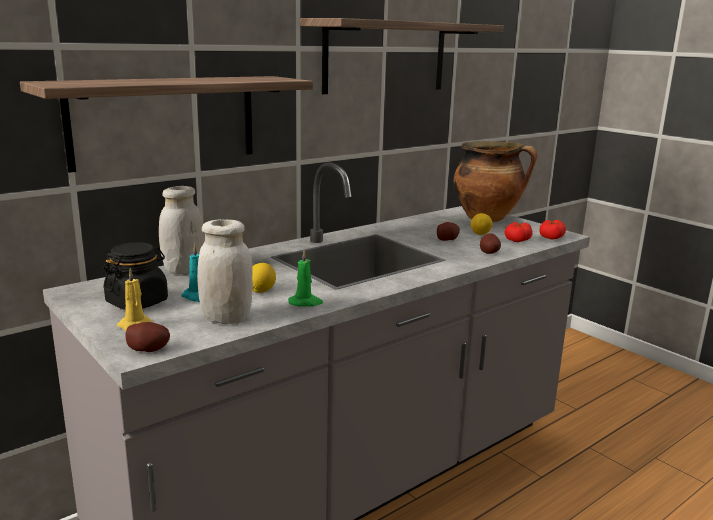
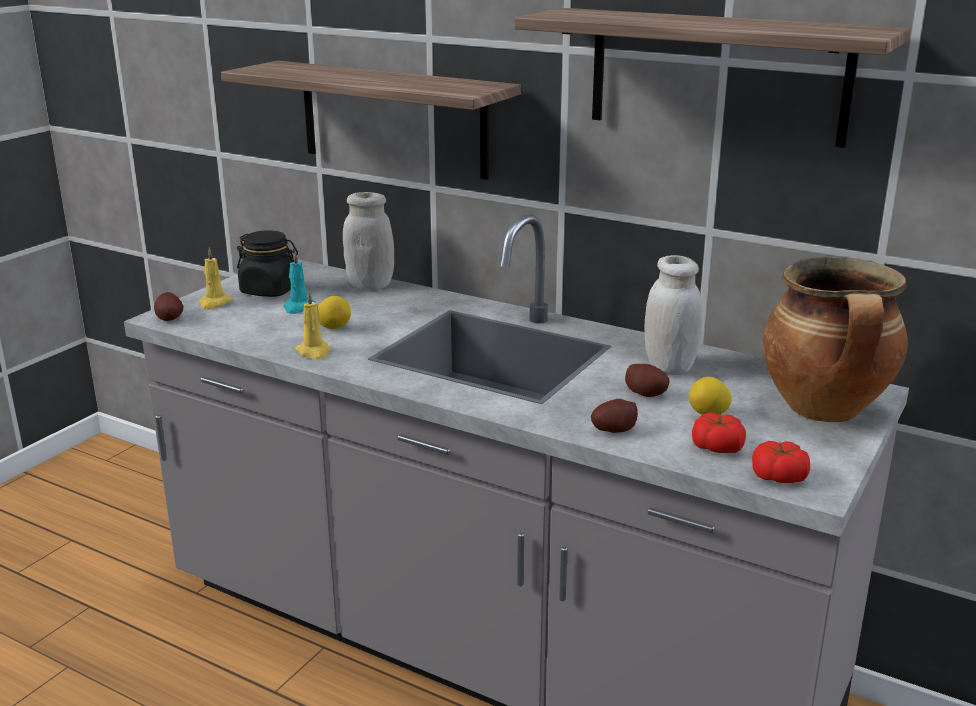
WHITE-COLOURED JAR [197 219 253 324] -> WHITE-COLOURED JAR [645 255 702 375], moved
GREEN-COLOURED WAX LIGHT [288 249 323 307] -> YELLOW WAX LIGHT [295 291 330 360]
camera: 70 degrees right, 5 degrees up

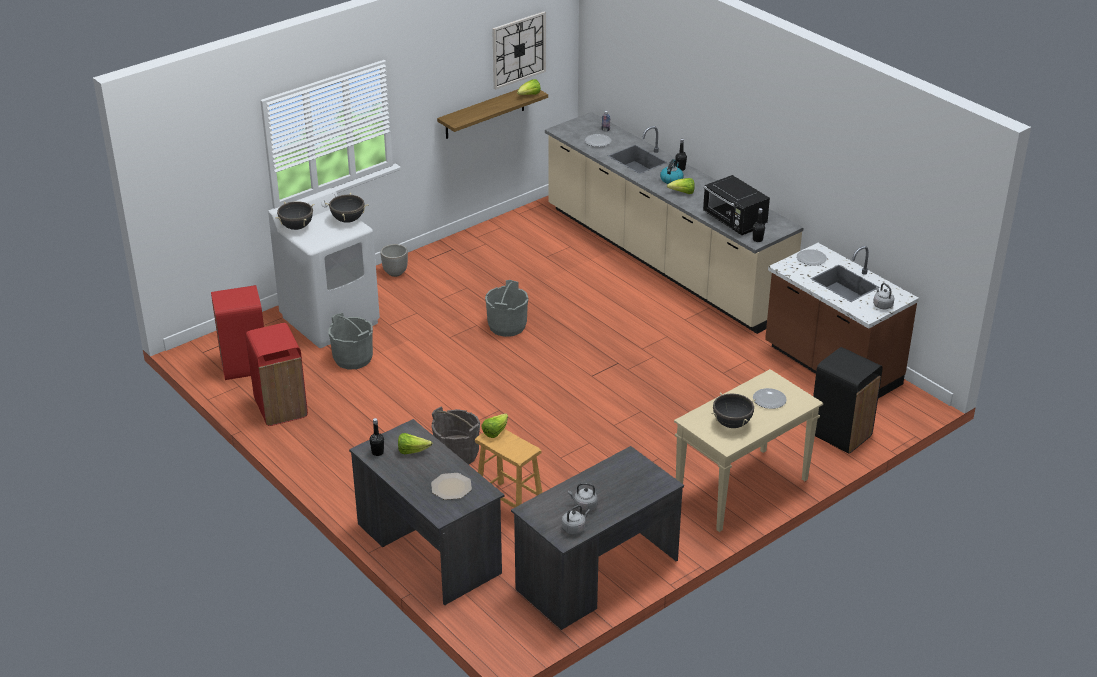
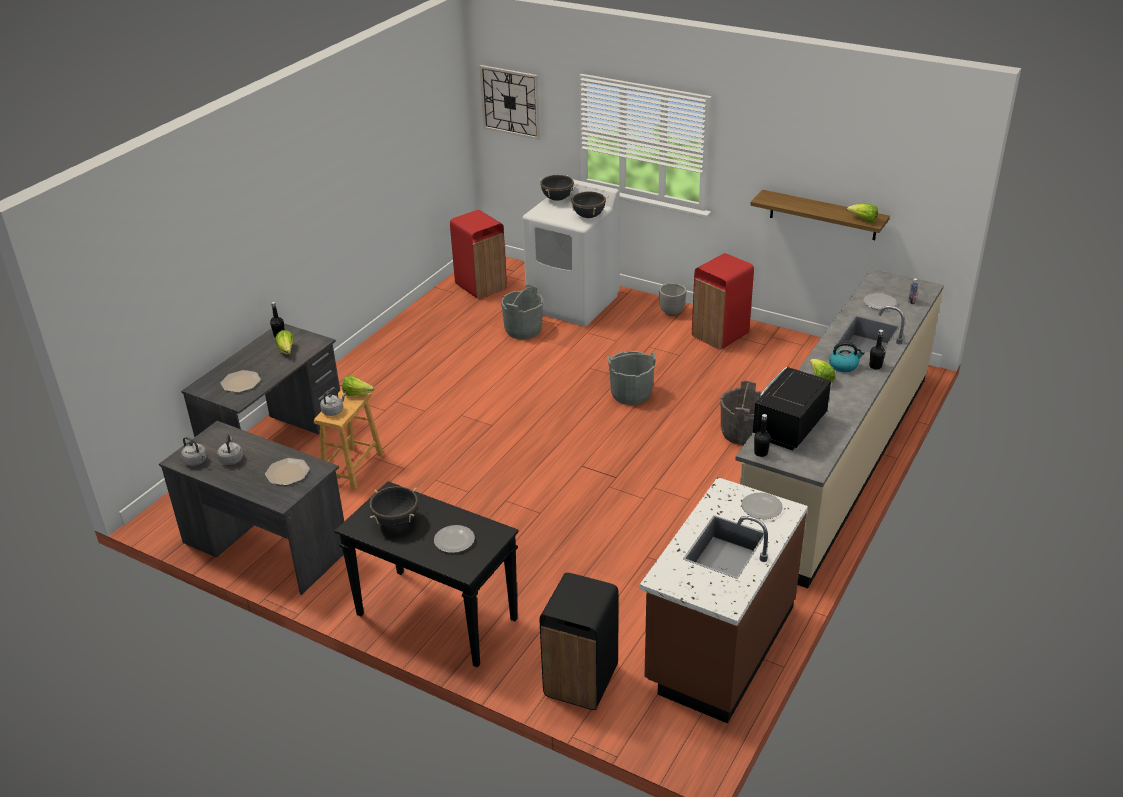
none -> DINNER PLATE [265 458 310 485]
RED TRASH CAN [246 323 308 426] -> RED TRASH CAN [692 253 754 350], moved
GREY BUCKET [432 407 480 465] -> GREY BUCKET [720 381 762 445], moved
WALL CLOCK [492 12 546 90] -> WALL CLOCK [480 65 540 140], moved
GREY WATER KETTLE [873 283 894 309] -> GREY WATER KETTLE [320 388 346 416], moved
BEIGE HALL TABLE [674 369 823 532] -> BLACKISH HALL TABLE [335 481 519 668]
camera: 70 degrees right, 0 degrees up

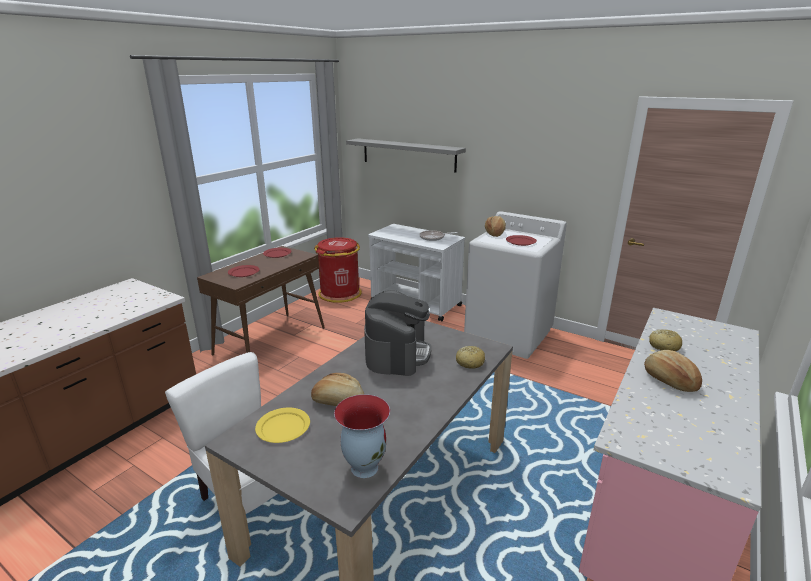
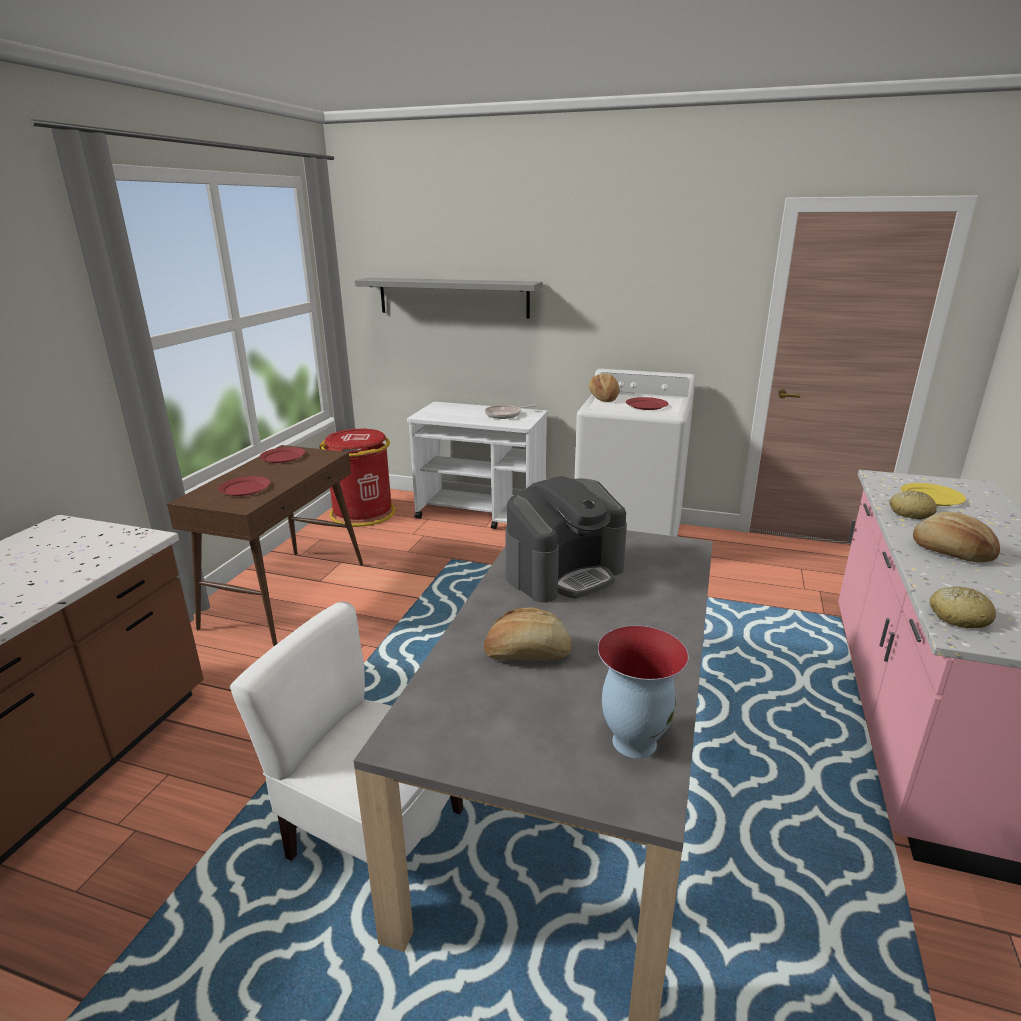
YELLOW DINNER PLATE [255 407 310 443] -> YELLOW DINNER PLATE [901 483 966 506], moved
BAKED BREAD [456 346 485 369] -> BAKED BREAD [930 586 996 628], moved
COFFEE MAKER [364 290 431 376] -> COFFEE MAKER [505 476 627 603], 60 degrees clockwise
camera: 15 degrees left, 0 degrees up

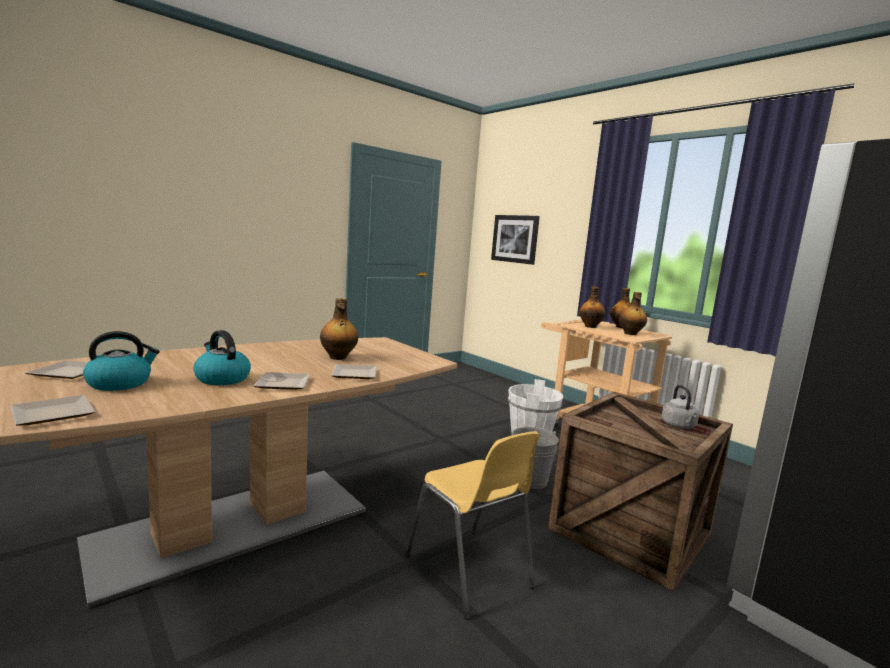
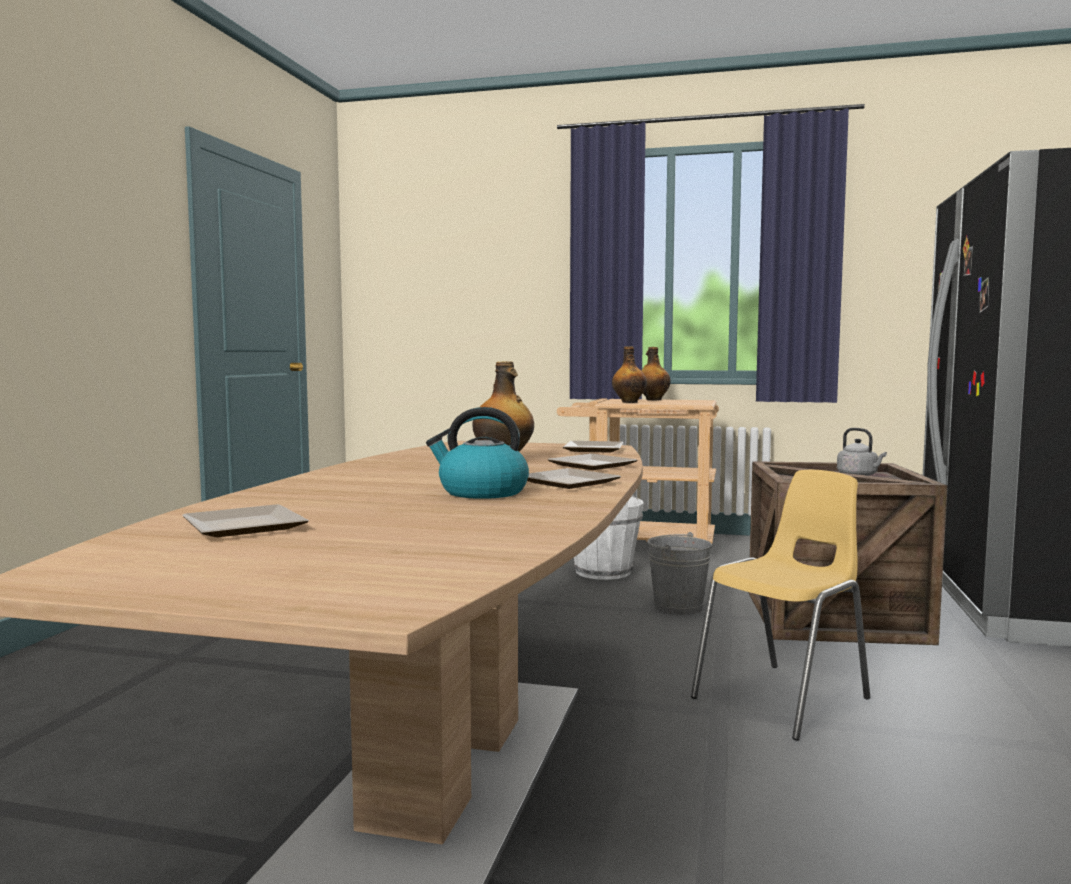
WATER KETTLE [83 331 160 391] -> none
WALL PICTURE [491 215 540 265] -> none
BOTTLE [619 292 647 335] -> none
DINNER PLATE [11 395 95 425] -> DINNER PLATE [563 441 623 453], moved
YELLOW CHAIR [406 431 540 620] -> YELLOW CHAIR [691 470 870 741], 60 degrees counterclockwise
camera: 35 degrees left, 5 degrees down

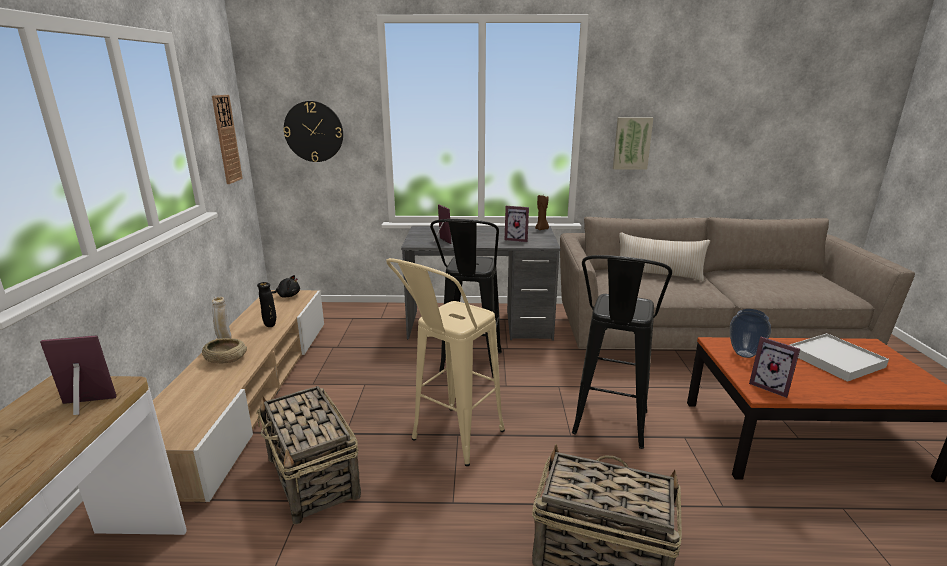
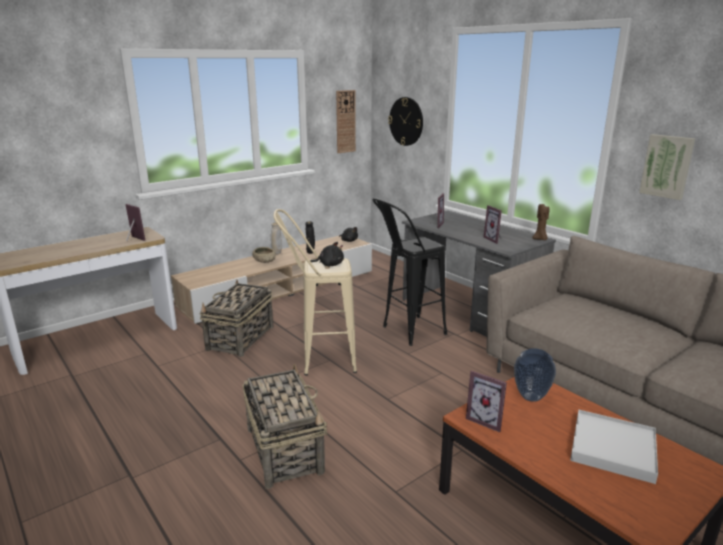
BLACKISH STOOL [572 255 672 449] -> none
BEIGE CUSHION [619 233 710 282] -> none
none -> BLACKISH PLUSH TOY [310 242 344 267]
PHOTO FRAME [749 337 800 398] -> PHOTO FRAME [466 371 507 432], 60 degrees counterclockwise
camera: 50 degrees right, 0 degrees up

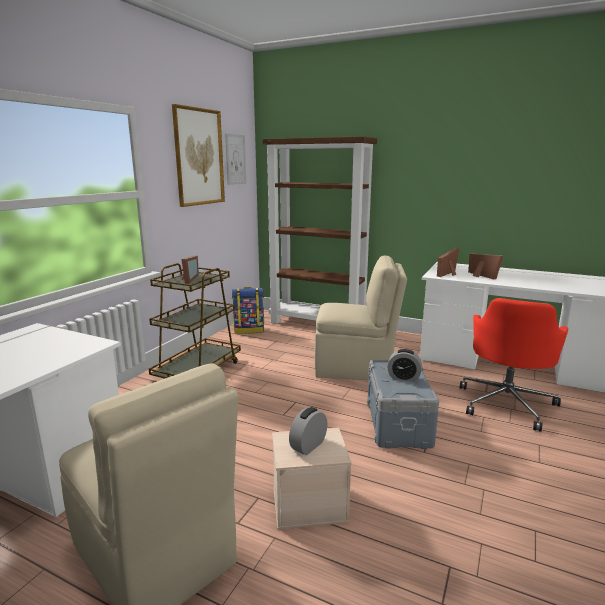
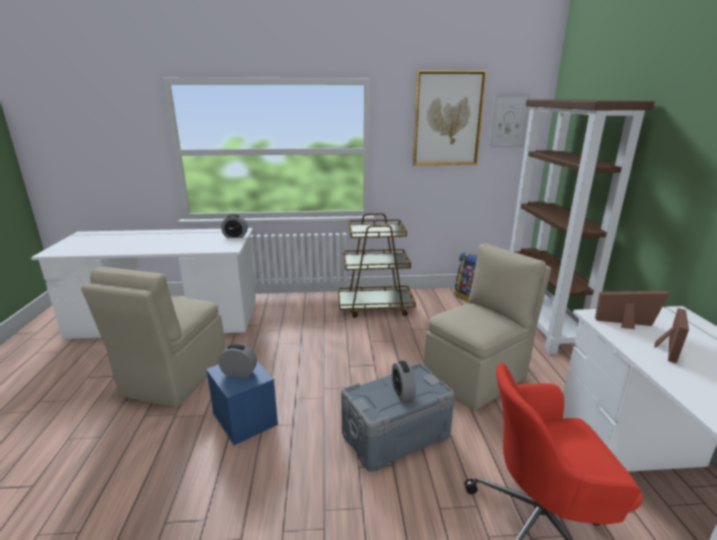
PHOTO FRAME [181 256 199 284] -> none
none -> BEDSIDE CLOCK [221 214 248 238]
BEIGE STORAGE BOX [272 428 352 530] -> BLUISH STORAGE BOX [206 361 278 445]
BEIGE CHAIR [315 255 407 380] -> BEIGE CHAIR [423 243 551 411], 105 degrees counterclockwise
camera: 60 degrees right, 5 degrees up

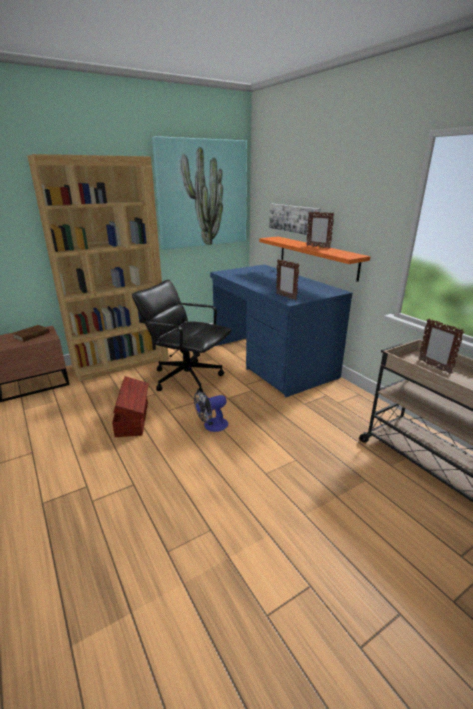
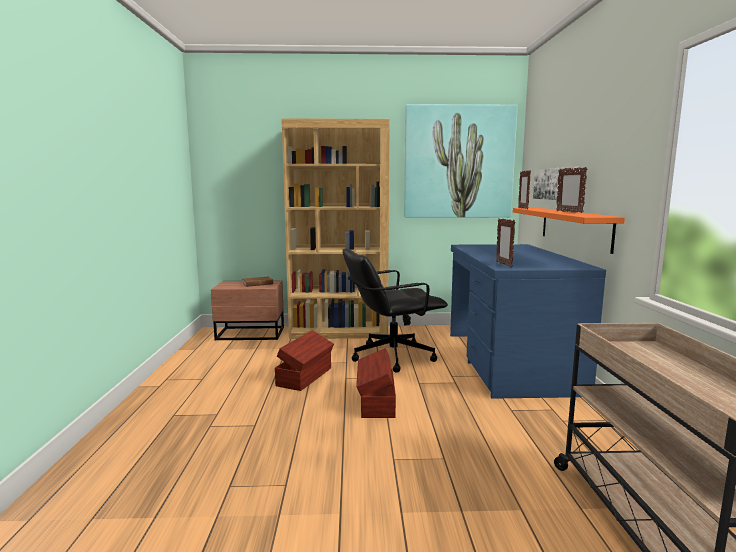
PHOTO FRAME [419 318 464 374] -> PHOTO FRAME [518 170 531 209], moved
ELECTRIC FAN [194 390 228 432] -> BROWN STORAGE BOX [356 348 396 418]
BLACKISH OFFICE CHAIR [132 280 232 393] -> BLACKISH OFFICE CHAIR [343 248 448 373], 75 degrees counterclockwise
camera: 30 degrees right, 15 degrees down

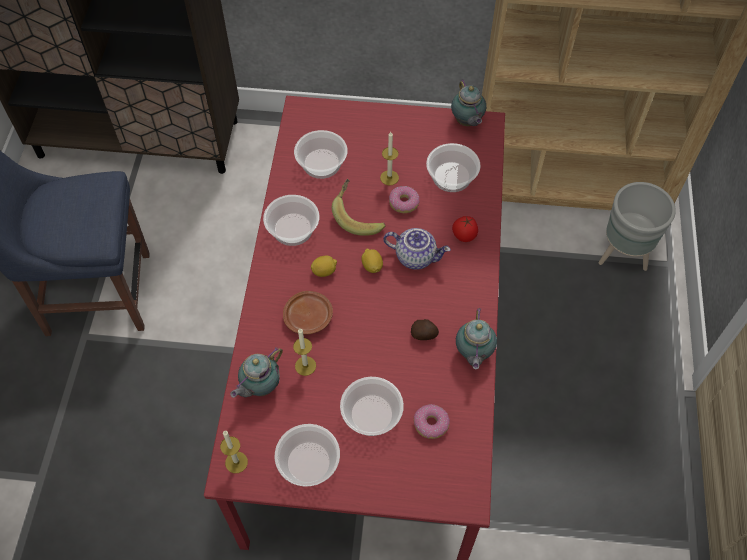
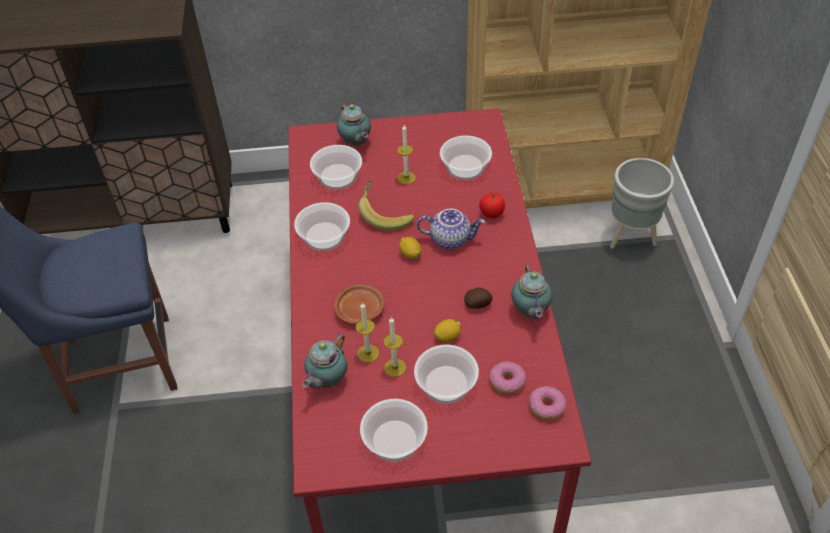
WAX LIGHT [220 430 248 473] -> WAX LIGHT [383 317 406 377], moved
LEMON [311 256 337 277] -> LEMON [434 319 461 343], moved
DONUT [389 186 420 213] -> DONUT [529 386 567 420], moved
TEA POT [451 79 486 126] -> TEA POT [337 102 371 146], moved
camera: 10 degrees left, 10 degrees down

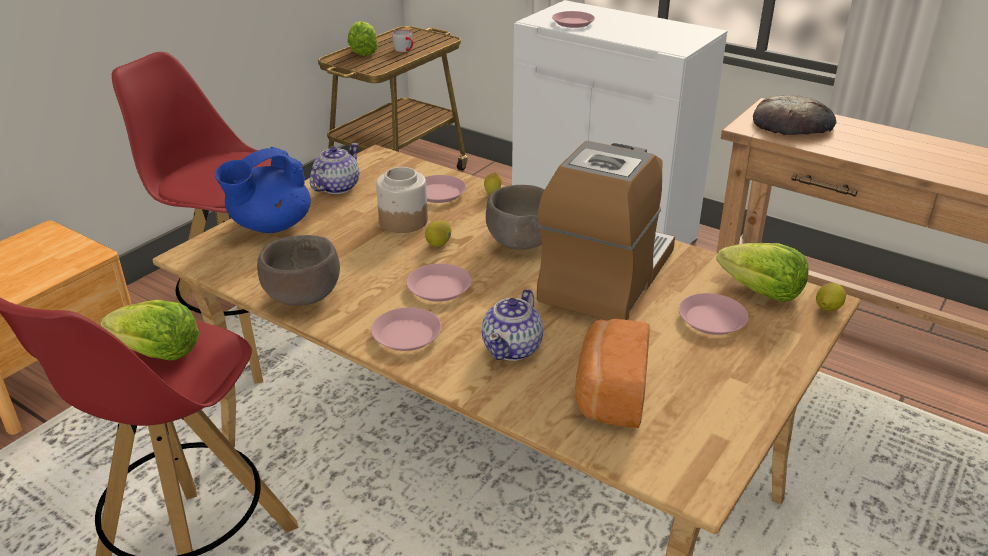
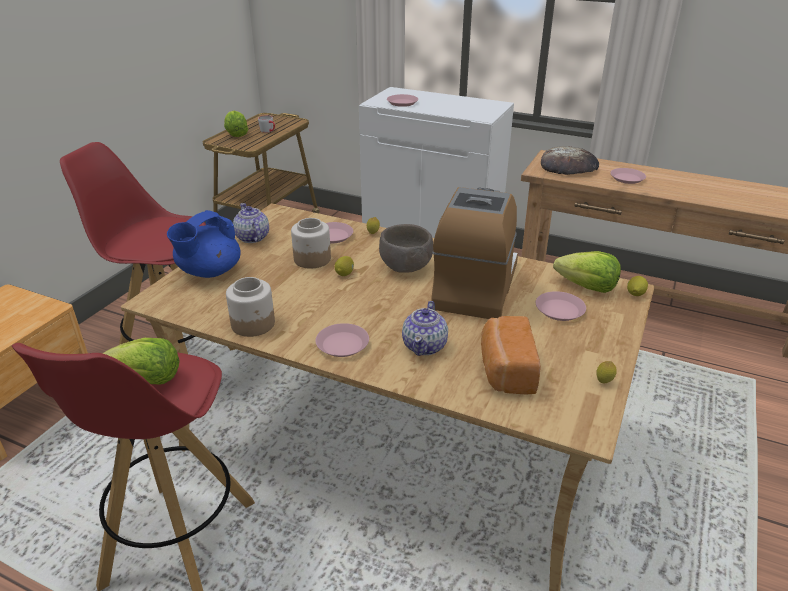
none -> LEMON [596 361 617 383]
PINK-COLOURED DINNER PLATE [406 263 471 302] -> PINK-COLOURED DINNER PLATE [610 168 646 184], moved
BROWN BOWL [257 235 340 306] -> JAR [226 277 275 337]
TEA POT [310 143 359 194] -> TEA POT [233 203 269 243], 45 degrees counterclockwise
camera: 10 degrees left, 0 degrees up

